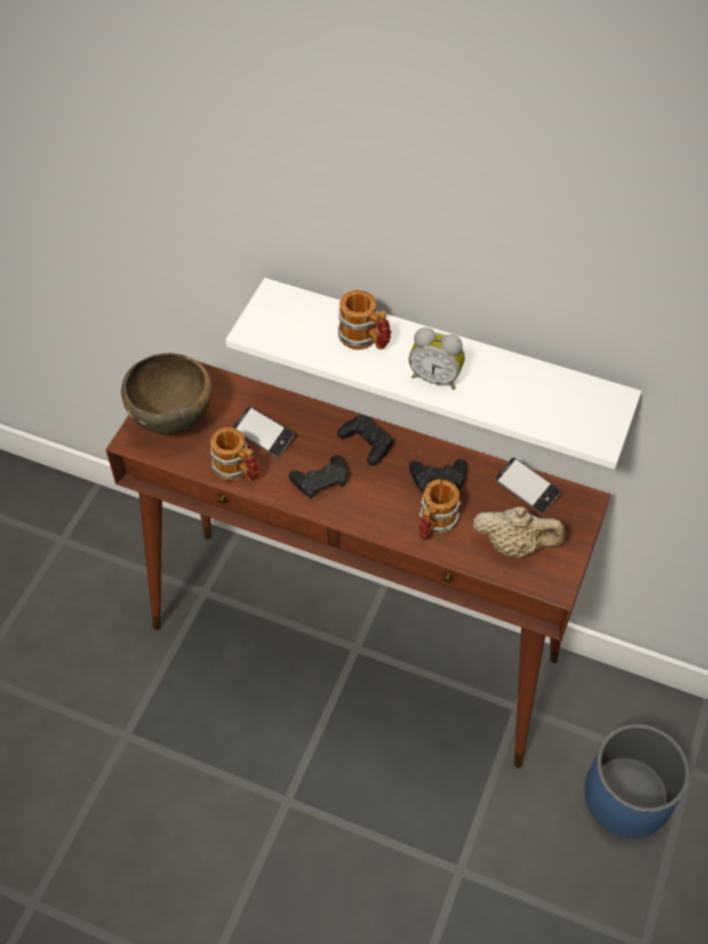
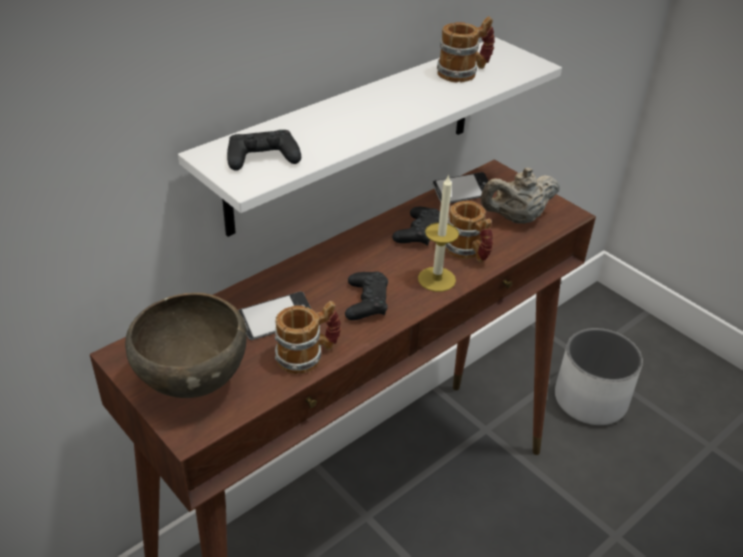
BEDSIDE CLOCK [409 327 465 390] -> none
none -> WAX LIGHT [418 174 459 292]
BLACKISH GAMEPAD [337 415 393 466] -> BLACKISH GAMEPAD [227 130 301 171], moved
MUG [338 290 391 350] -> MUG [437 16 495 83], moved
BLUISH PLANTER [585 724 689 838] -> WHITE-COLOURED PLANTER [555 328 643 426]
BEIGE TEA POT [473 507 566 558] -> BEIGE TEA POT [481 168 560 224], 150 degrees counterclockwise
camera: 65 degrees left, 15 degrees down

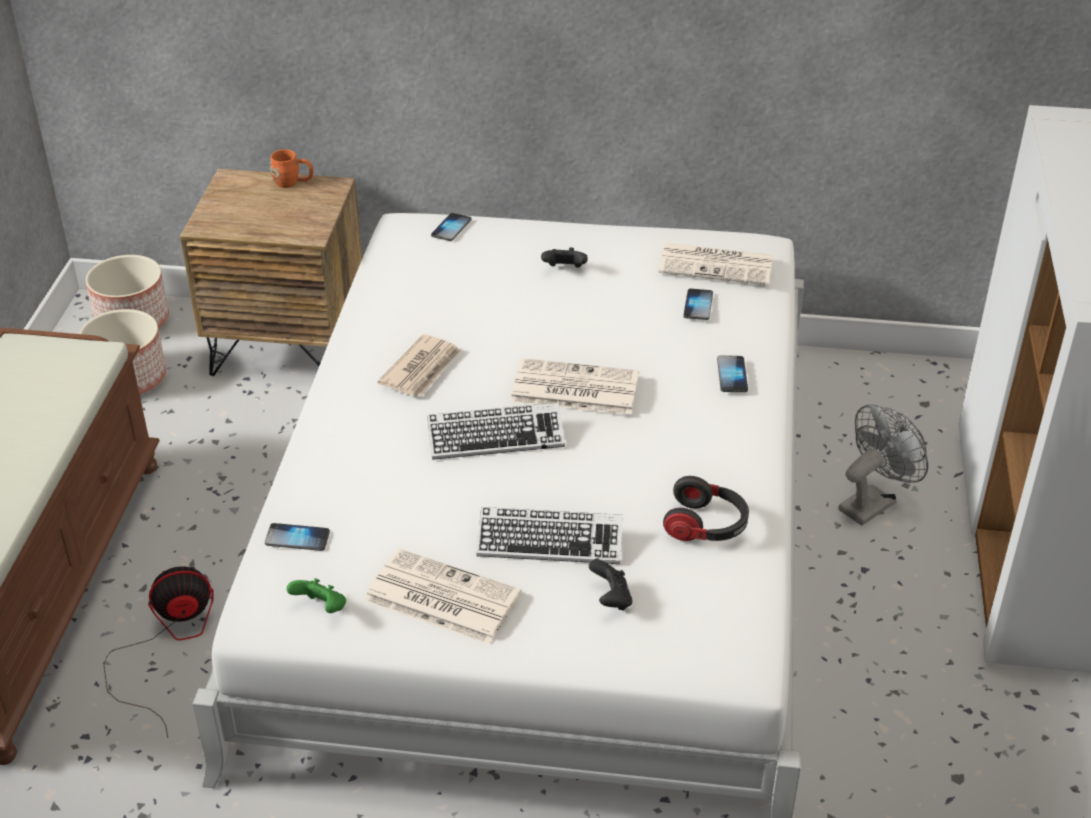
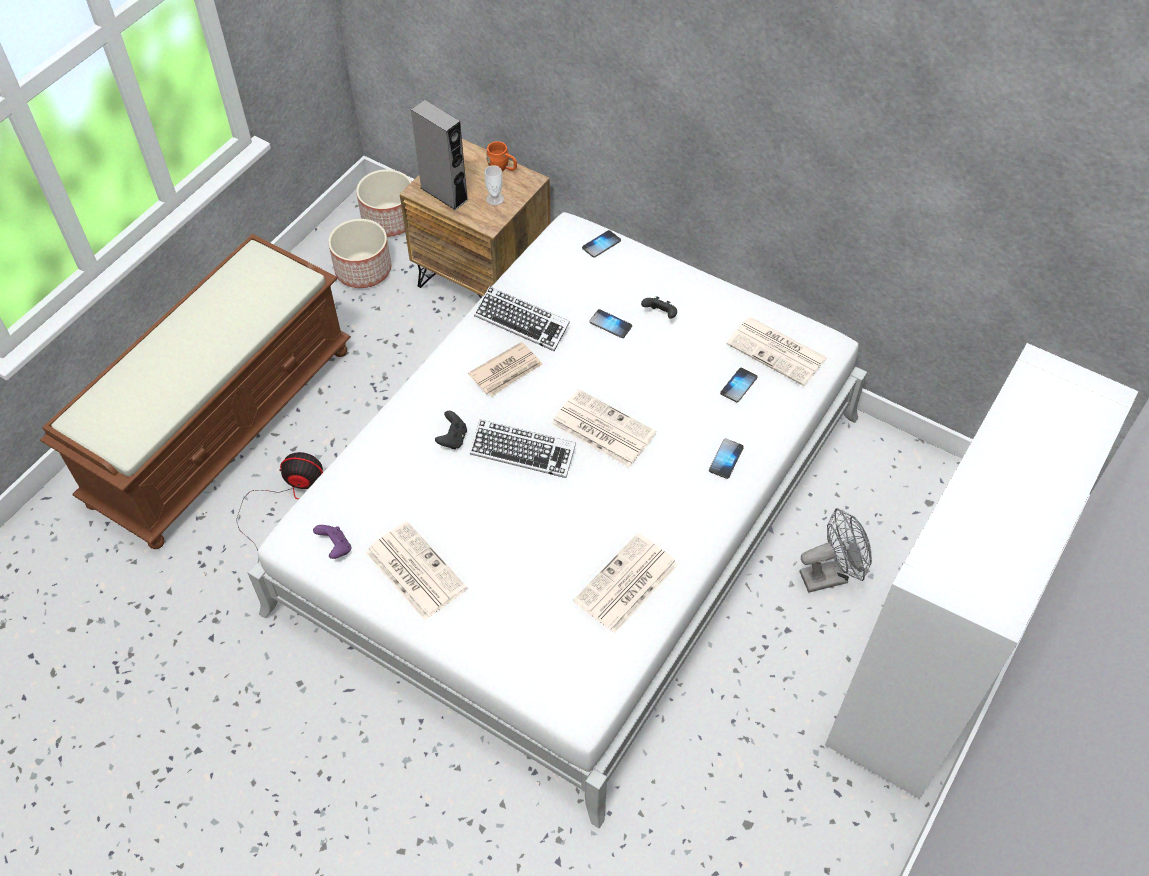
none -> GREY LOUDSPEAKER [411 100 468 210]
none -> CUP [485 165 504 206]
HANDSET [265 523 330 551] -> HANDSET [589 309 632 338], moved
KEYBOARD [476 507 623 564] -> KEYBOARD [474 286 570 351], moved
BLACKISH GAMEPAD [589 560 632 611] -> BLACKISH GAMEPAD [435 411 467 449], moved
HEADPHONES [663 476 749 541] -> DAILY PAPER [573 533 678 634]
GREEN-COLOURED GAMEPAD [287 578 346 613] -> PURPLE-COLOURED GAMEPAD [313 525 351 559]
camera: 25 degrees right, 15 degrees up

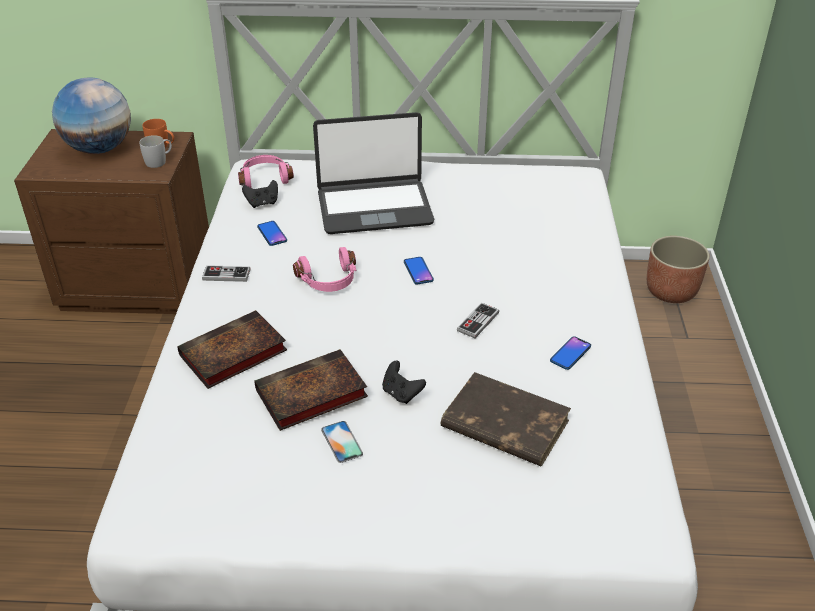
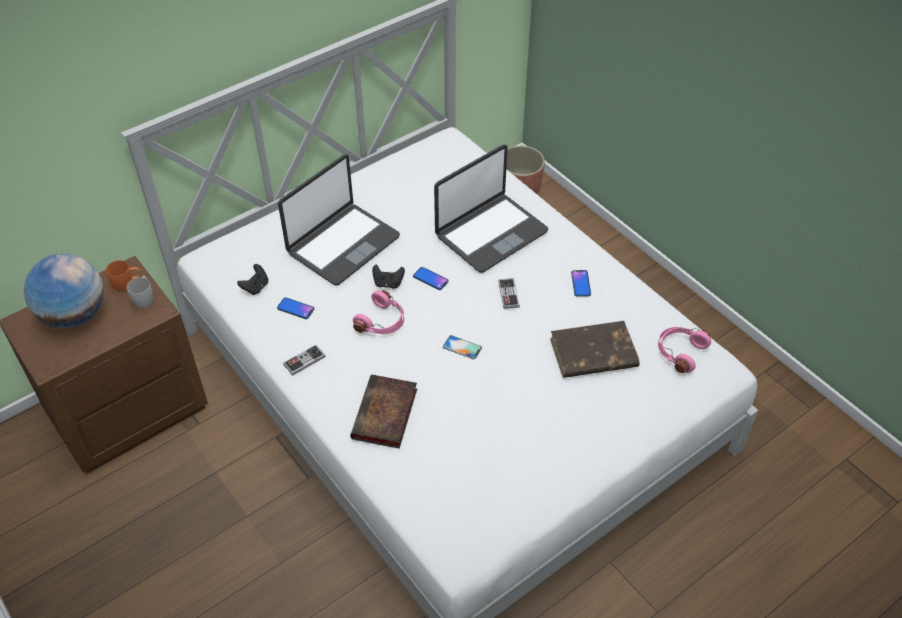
BOOK [254 349 368 431] -> none
none -> NOTEBOOK COMPUTER [434 144 548 273]
PINK-COLOURED HEADPHONES [238 155 294 188] -> PINK-COLOURED HEADPHONES [658 327 711 373], moved
HANDSET [321 421 363 463] -> HANDSET [443 335 482 359], moved
BLACKISH GAMEPAD [382 361 426 404] -> BLACKISH GAMEPAD [372 265 405 289], moved
camera: 40 degrees left, 10 degrees up

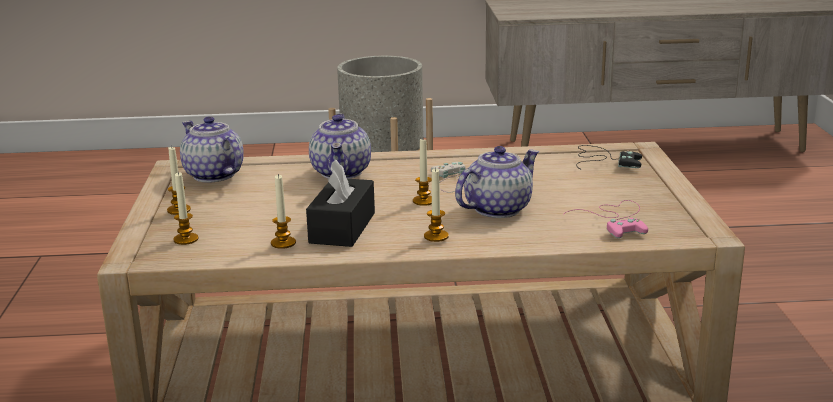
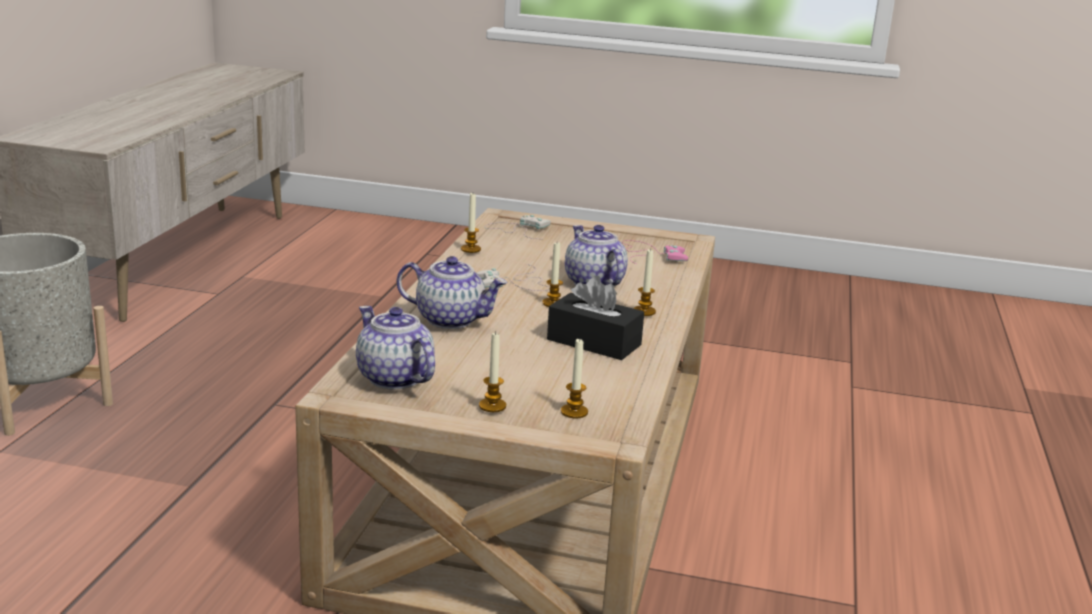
WAX LIGHT [271 174 296 249] -> WAX LIGHT [461 193 481 253], moved
BLACKISH GAMEPAD [576 145 642 170] -> WHITE-COLOURED GAMEPAD [484 215 551 239]
TEA POT [180 116 244 183] -> TEA POT [356 306 435 390], 75 degrees clockwise
camera: 75 degrees left, 0 degrees up

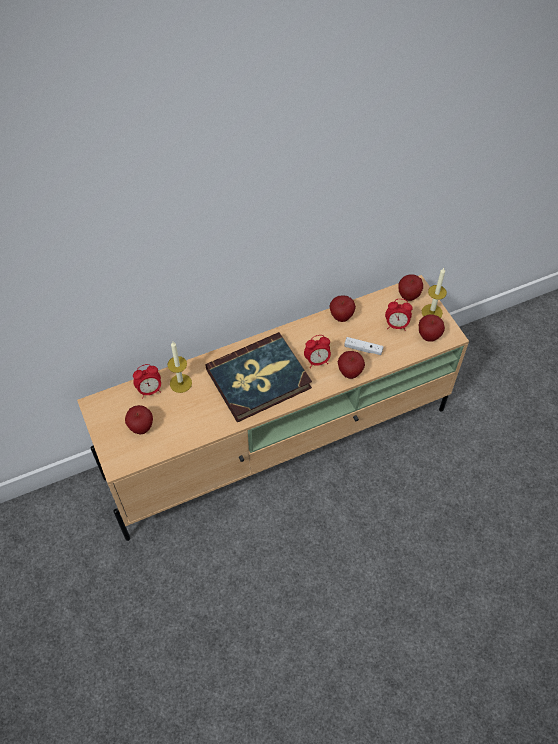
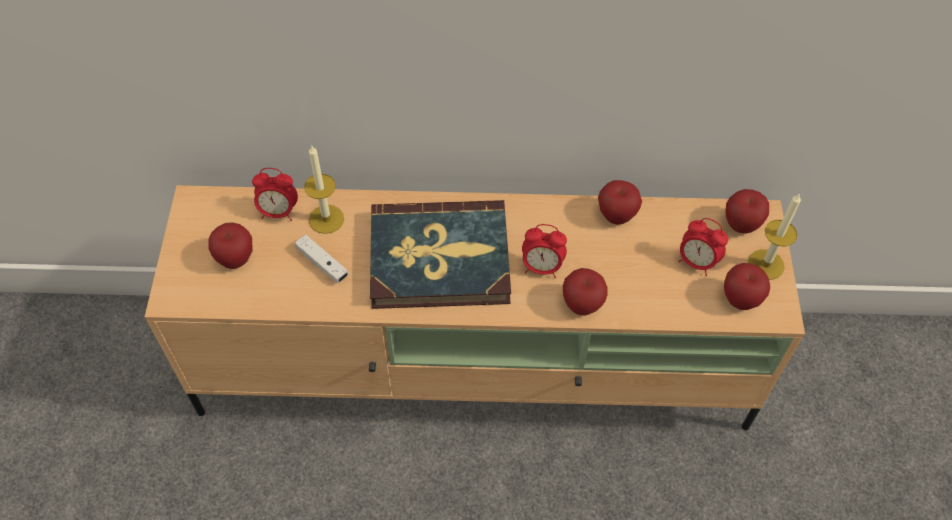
WHITE-COLOURED GAMEPAD [345 337 383 355] -> WHITE-COLOURED GAMEPAD [295 235 349 283], moved
camera: 25 degrees right, 0 degrees up

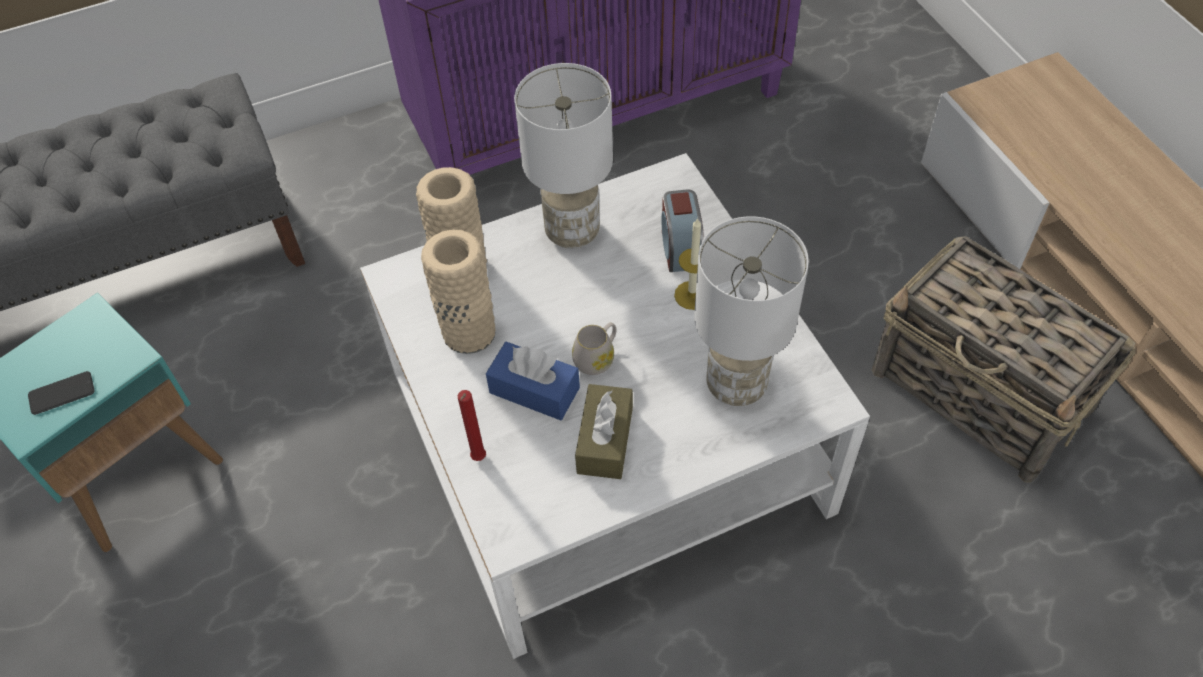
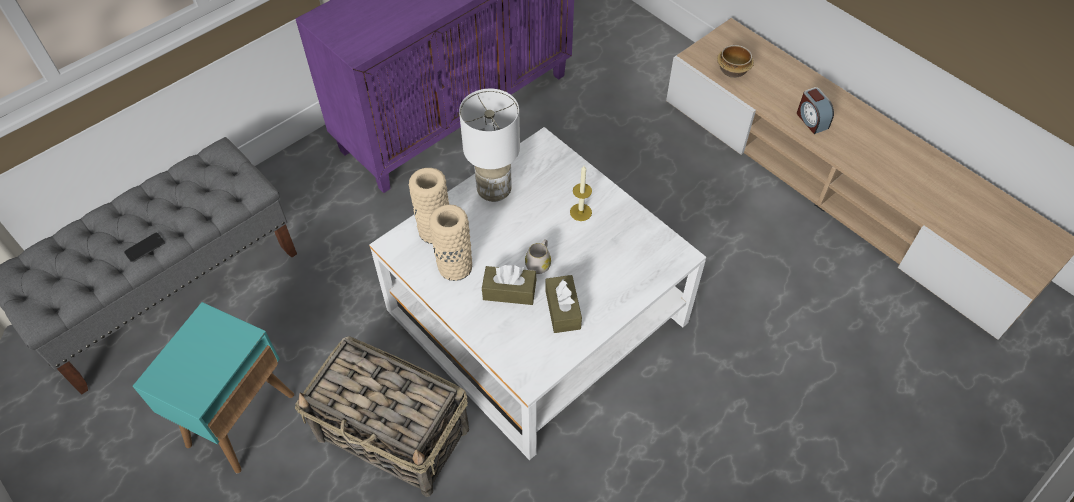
RED WAX LIGHT [458 390 486 461] -> none
WHITE-COLOURED LAMP FOR A TABLE [694 216 809 406] -> none
none -> BOWL [717 45 754 78]
HANDSET [28 371 95 415] -> HANDSET [124 233 165 262], moved
BEDSIDE CLOCK [661 189 704 272] -> BEDSIDE CLOCK [797 87 834 134], moved
HOUSEHOLD BASKET [872 236 1136 483] -> HOUSEHOLD BASKET [295 336 469 497], moved
BLUISH TISSUE BOX [486 342 580 420] -> BROWN TISSUE BOX [482 265 536 305]
camera: 20 degrees left, 0 degrees up

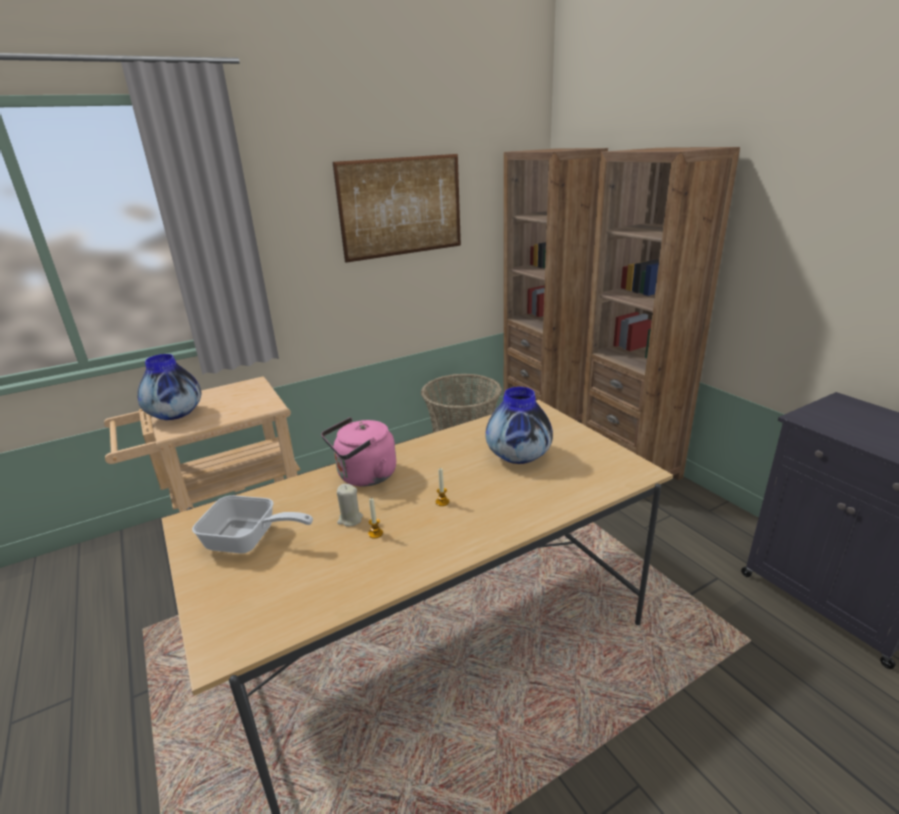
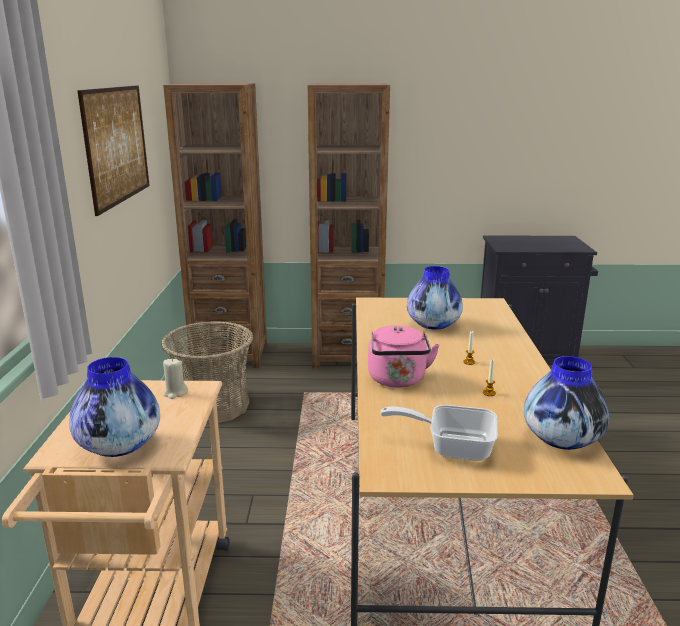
none -> DECORATIVE VASE [524 356 609 450]
BEIGE WAX LIGHT [337 484 363 526] -> BEIGE WAX LIGHT [163 359 188 399], moved
PAN [192 495 313 554] -> PAN [380 405 498 461], 120 degrees counterclockwise
camera: 60 degrees left, 5 degrees down

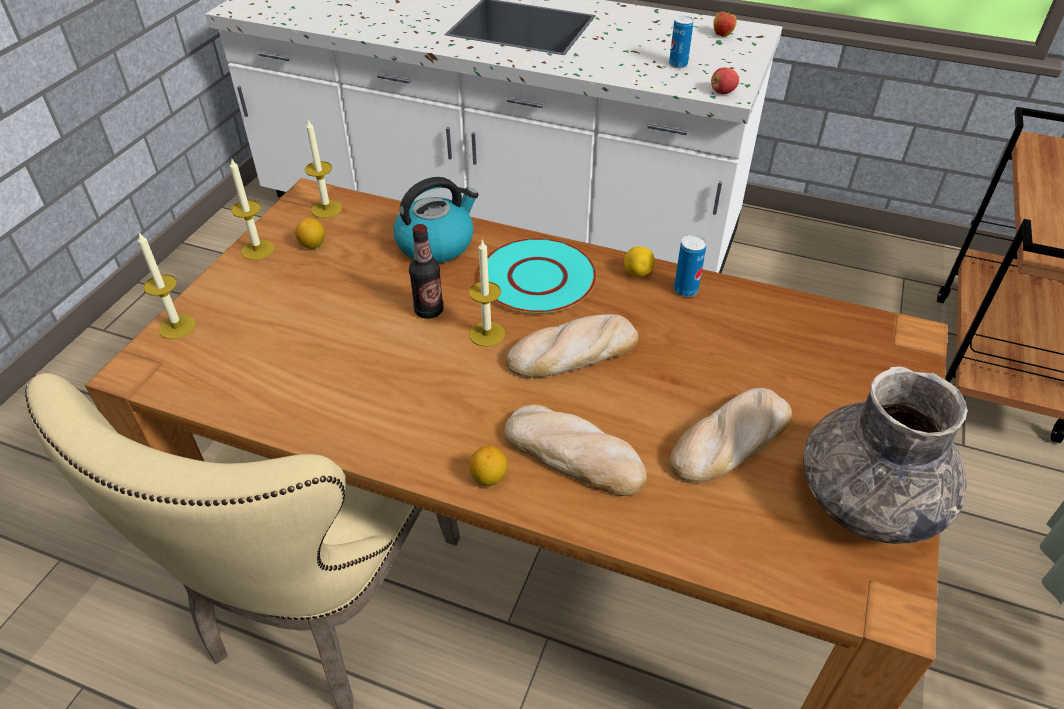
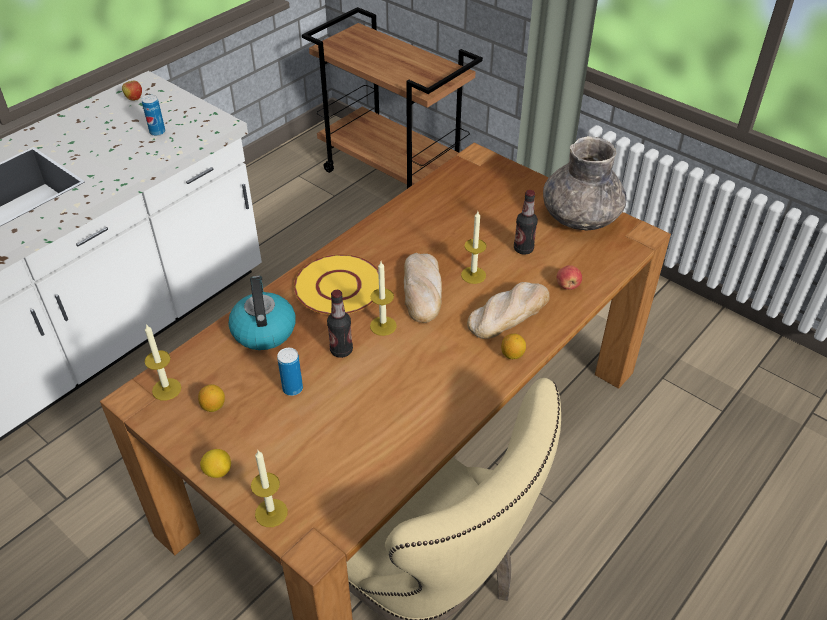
WAX LIGHT [230 157 274 260] -> WAX LIGHT [461 211 487 284], moved
LEMON [624 246 655 277] -> LEMON [200 449 231 478], moved
CAN [674 235 707 297] -> CAN [277 348 303 396], moved
APPLE [711 67 739 94] -> APPLE [557 265 582 290], moved
BAKED BREAD [669 388 792 483] -> BOTTLE [514 190 538 255]
TURQUOISE-COLOURED DINNER PLATE [479 238 597 314] -> YELLOW DINNER PLATE [294 254 379 315]
camera: 70 degrees left, 0 degrees up

